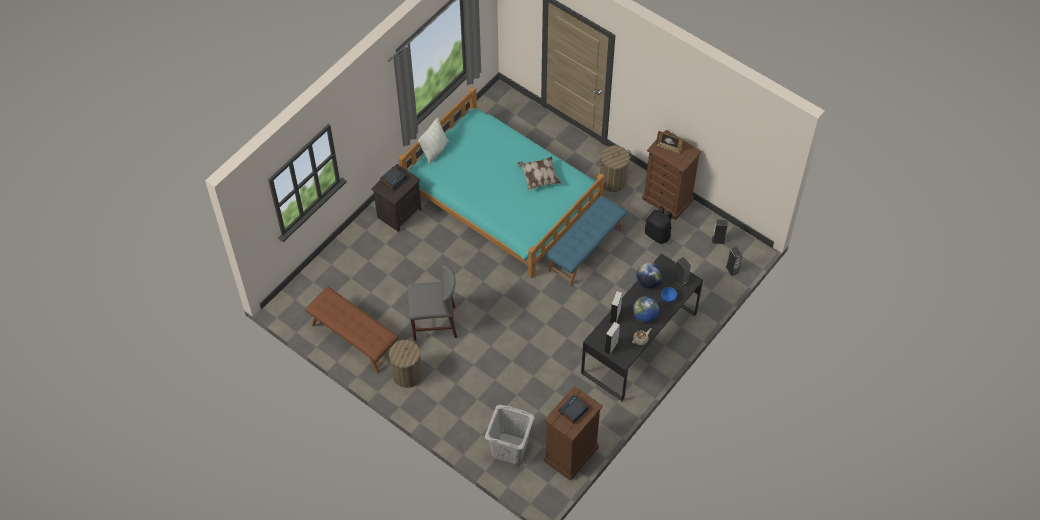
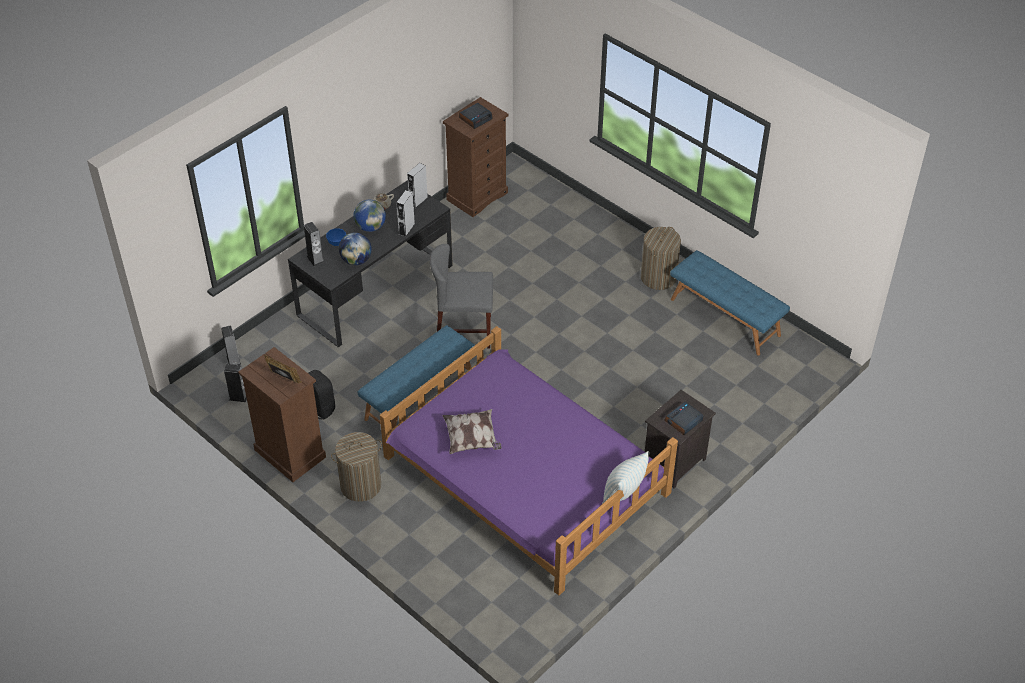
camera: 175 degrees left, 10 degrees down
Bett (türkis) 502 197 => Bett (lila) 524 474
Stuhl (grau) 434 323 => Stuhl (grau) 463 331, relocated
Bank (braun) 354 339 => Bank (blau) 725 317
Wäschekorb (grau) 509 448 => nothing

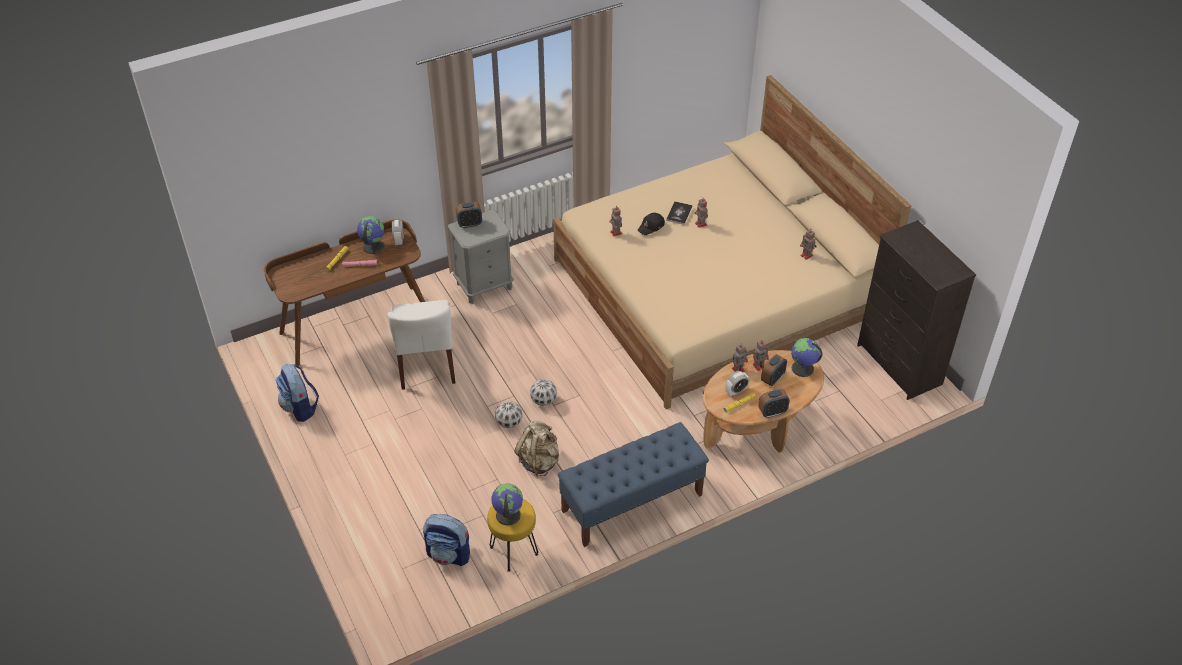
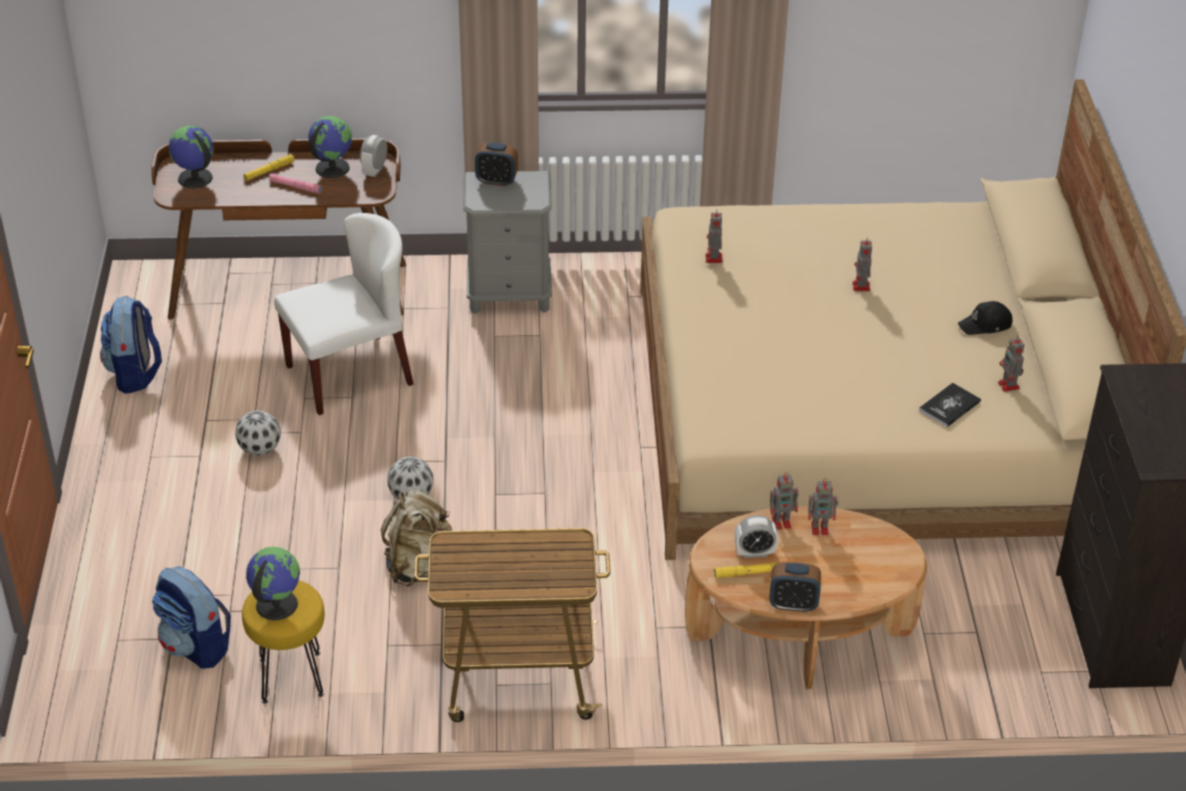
camera: 25 degrees right, 5 degrees down
Buch 679 213 => Buch 949 406, relocated
Kappe (schwarz) 651 227 => Kappe (schwarz) 985 325, relocated
Stuhl (weiß) 426 364 => Stuhl (weiß) 350 374, 135 degrees counterclockwise
Globus 802 369 => Globus 194 178, relocated
Wecker 772 379 => nothing
Fußball 544 401 => Fußball 260 450, relocated
Bank (blau) 631 503 => Rollwagen 516 676

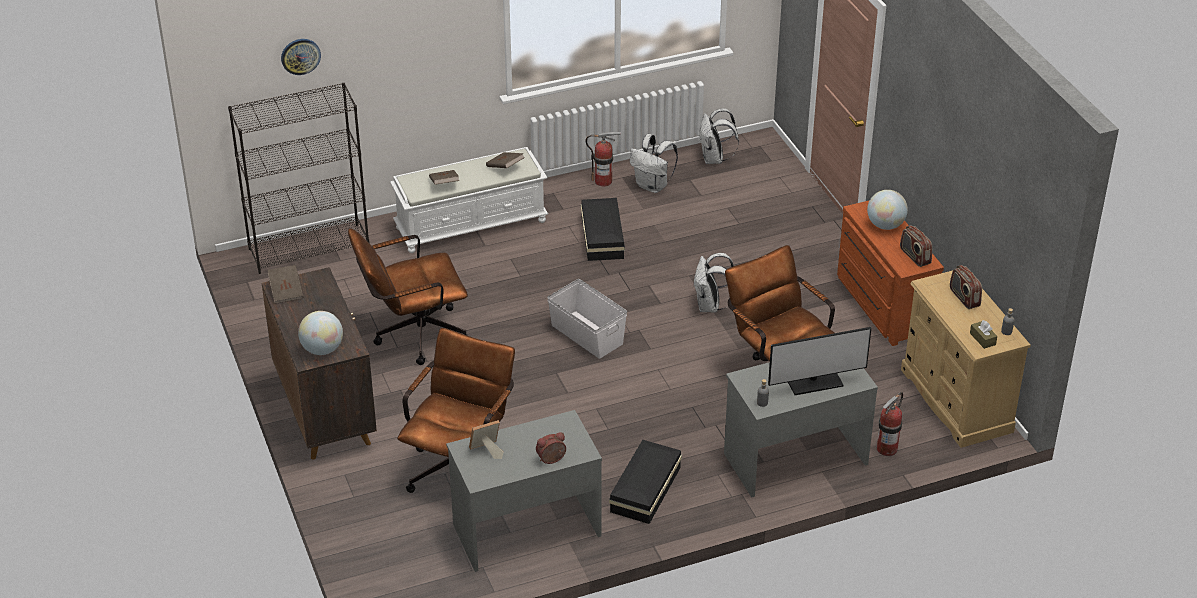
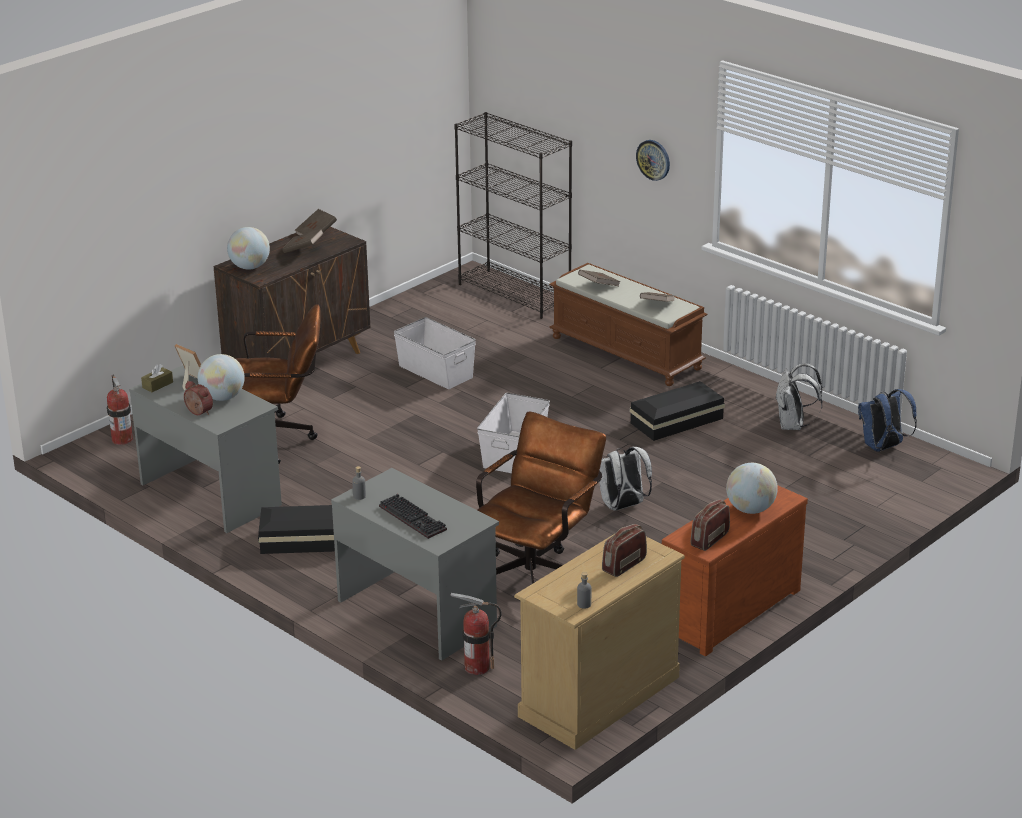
camera: 65 degrees right, 10 degrees down
Wanduhr 300 56 => Wanduhr 653 159, relocated
Rucksack (weiß) 714 159 => Rucksack (blau) 883 447
Feuerlöscher 603 181 => Feuerlöscher 122 439, relocated
Bank (weiß) 471 224 => Bank (braun) 627 353
Bürostuhl (braun) 412 335 => Aufbewahrungsbox (weiß) 435 371
Taschentuchbox (braun) 982 339 => Taschentuchbox (braun) 157 385, relocated
Monitor 815 383 => Tastatur 414 518
nothing => Buch (braun) 303 249
nothing => Globus 223 397

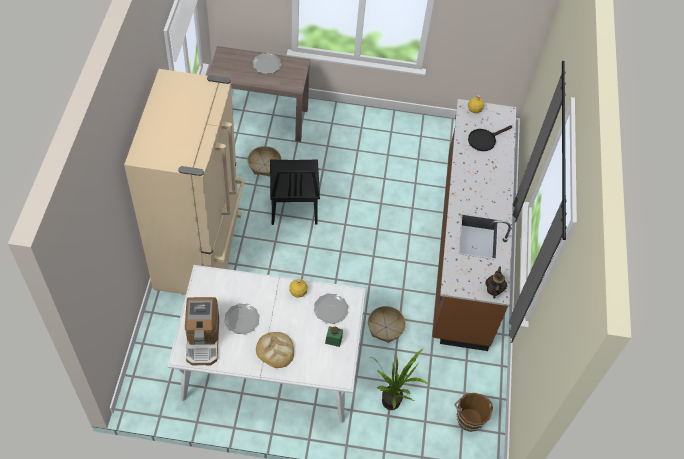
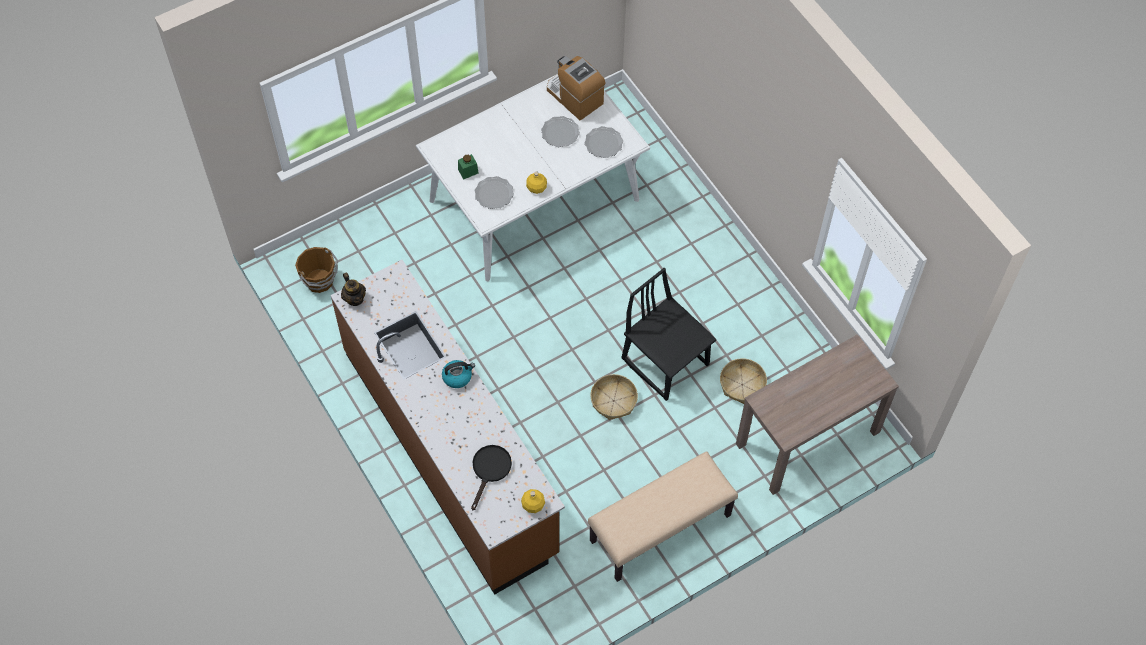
camera: 145 degrees right, 5 degrees up
Teller 266 64 => Teller 604 143, relocated
Kühlschrank (beige) 201 251 => nothing
Korb 385 327 => Korb 613 400, relocated
Brot 275 350 => nothing
Topfpflanze 392 406 => nothing
nothing => Wasserkessel 457 377
nothing => Bank (beige) 660 529

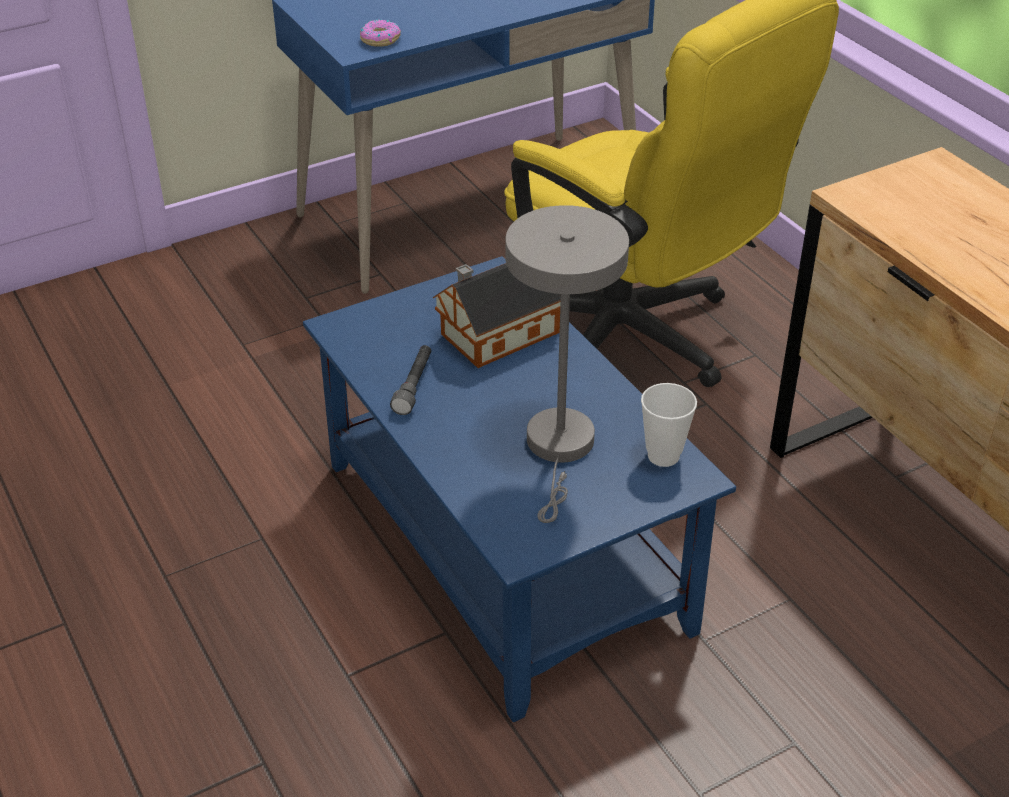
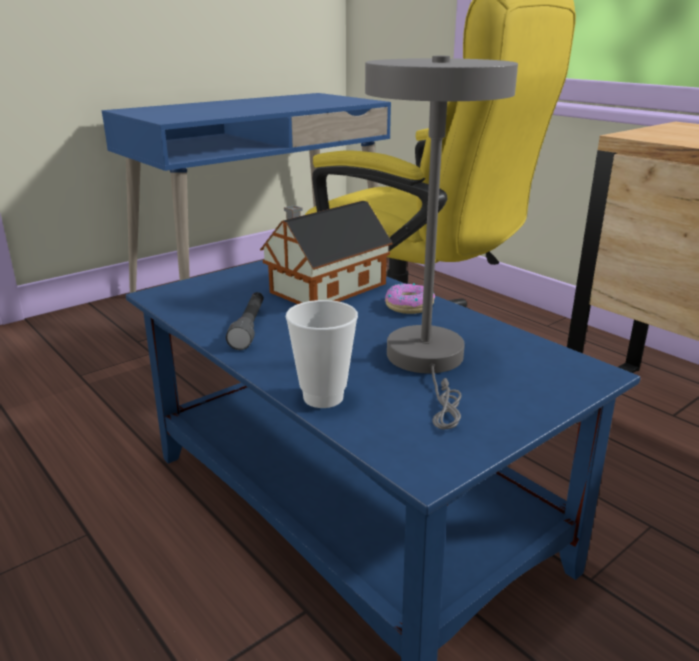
camera: 10 degrees left, 15 degrees down
Donut 380 39 => Donut 409 306, relocated
Tasse 663 456 => Tasse 323 397, relocated

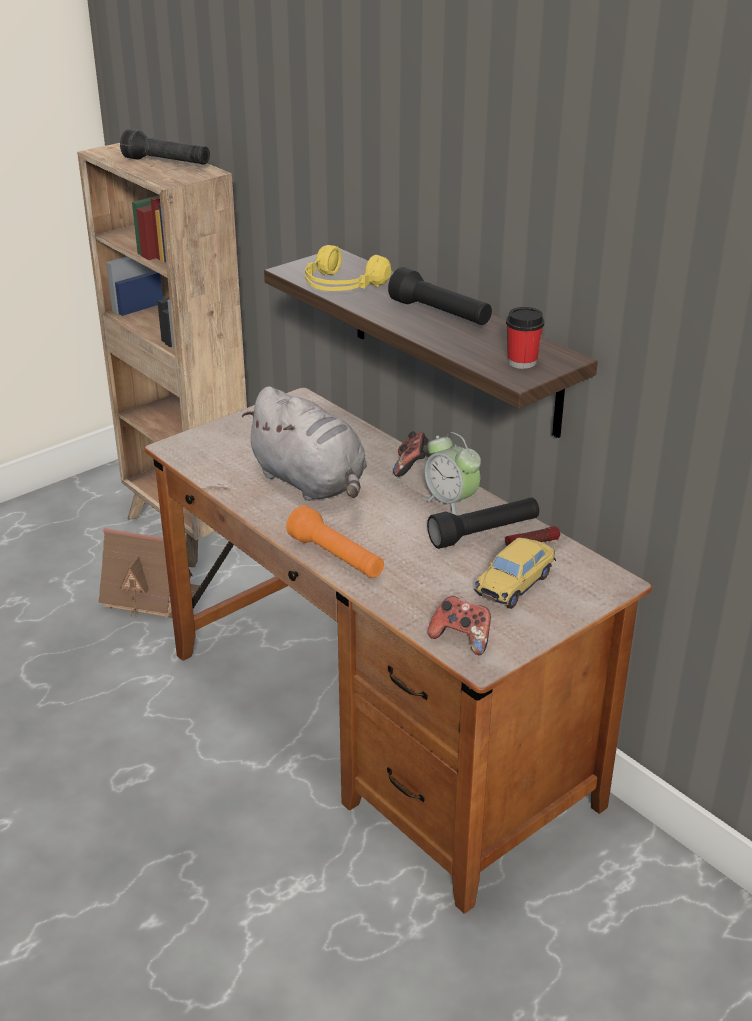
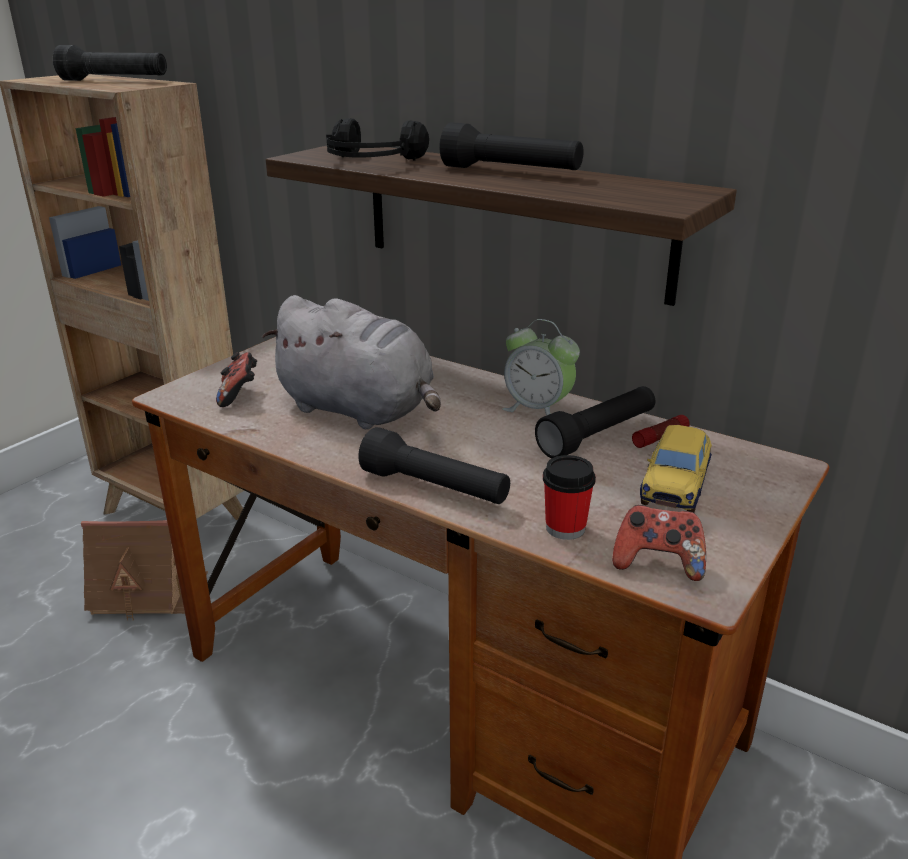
camera: 15 degrees left, 5 degrees down
Kopfhörer (gelb) 341 286 => Kopfhörer (schwarz) 371 162
Tasse 522 362 => Tasse 565 528, relocated
Gamepad 411 466 => Gamepad 239 395, relocated
Taschenlampe (orange) 336 558 => Taschenlampe (schwarz) 435 488

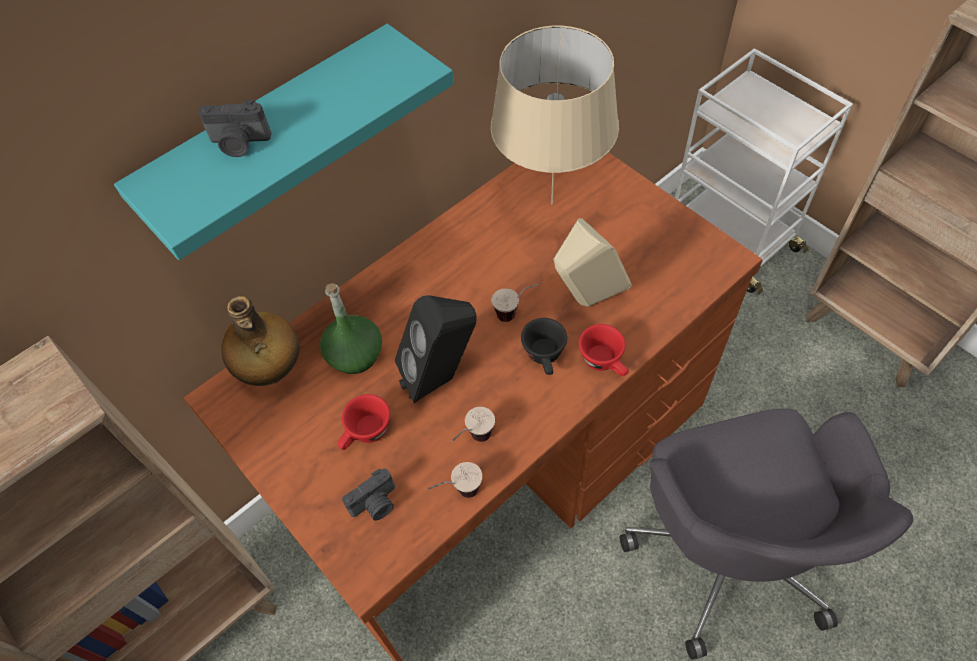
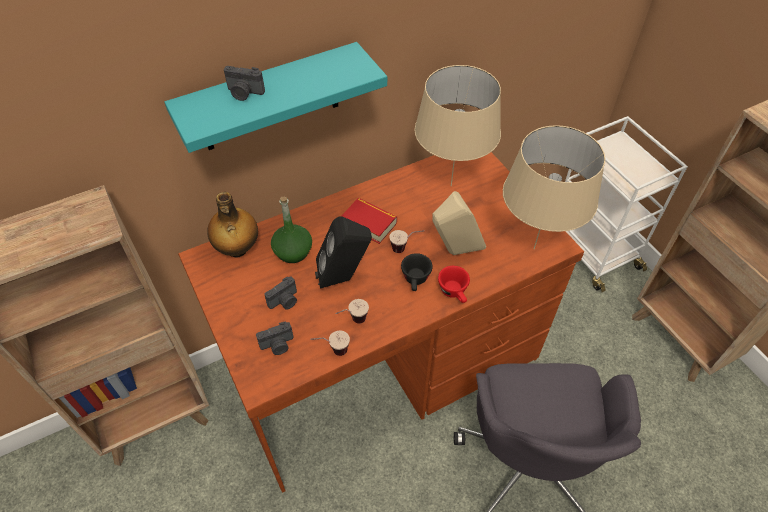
camera: 10 degrees right, 5 degrees down
Tasse (rot) 366 434 => Kamera 285 301
nothing => Tischlampe (beige) 534 249
nothing => Buch 369 223

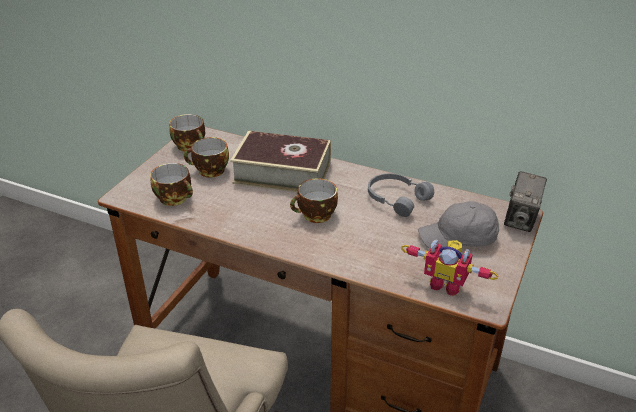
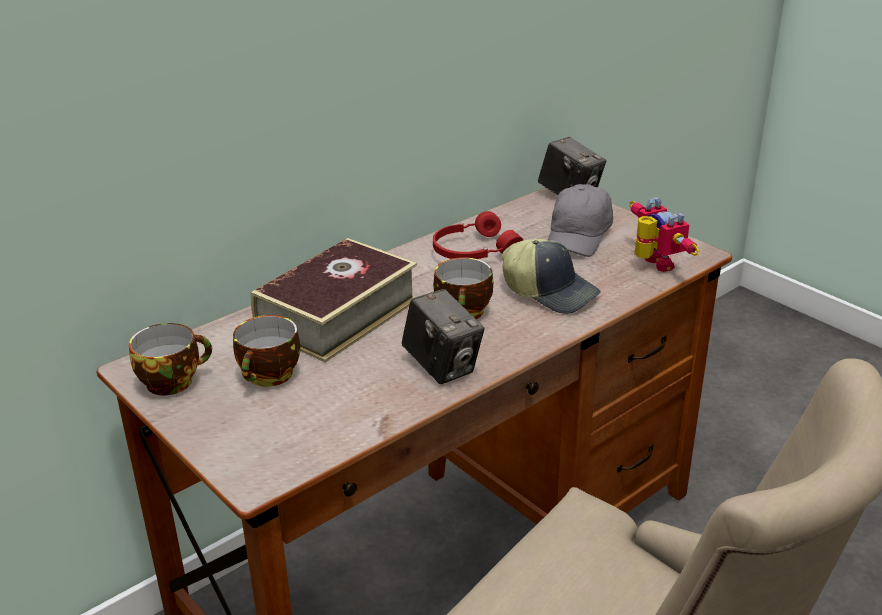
camera: 65 degrees left, 5 degrees down
Tasse 175 198 => nothing
Kopfhörer (grau) 396 198 => Kopfhörer (rot) 473 251
Spielzeugroboter 446 284 => Spielzeugroboter 652 265, 75 degrees counterclockwise
nothing => Kappe 550 292
nothing => Kamera 442 366

